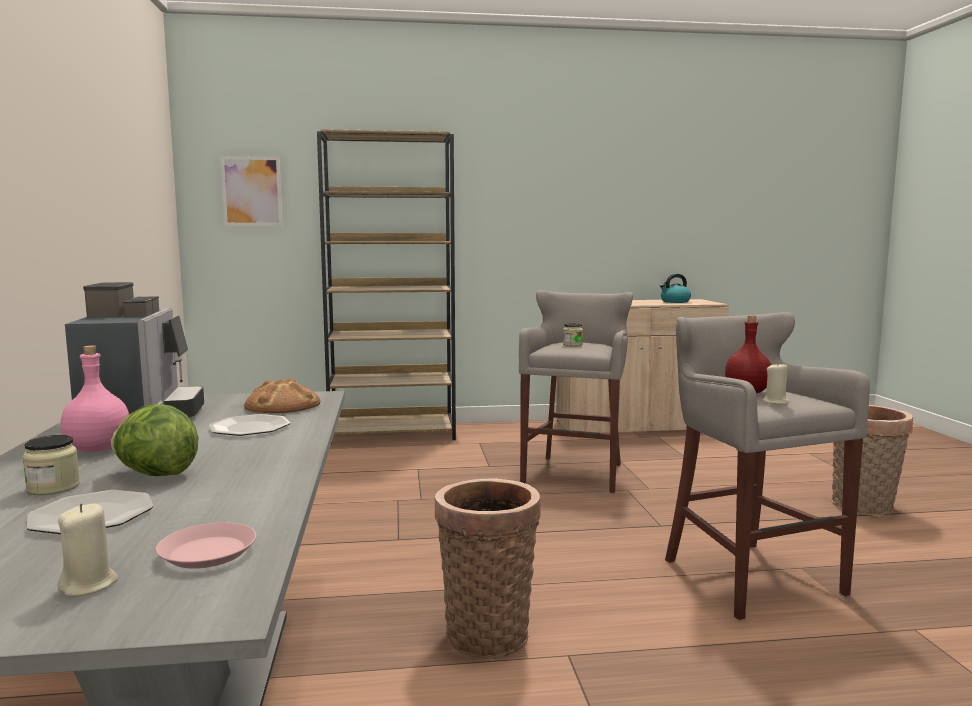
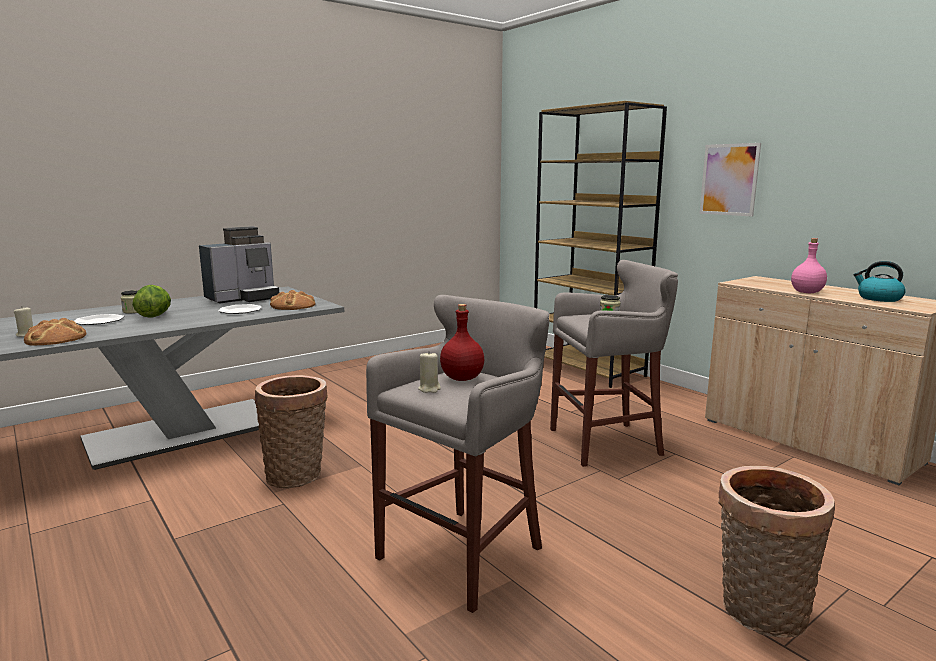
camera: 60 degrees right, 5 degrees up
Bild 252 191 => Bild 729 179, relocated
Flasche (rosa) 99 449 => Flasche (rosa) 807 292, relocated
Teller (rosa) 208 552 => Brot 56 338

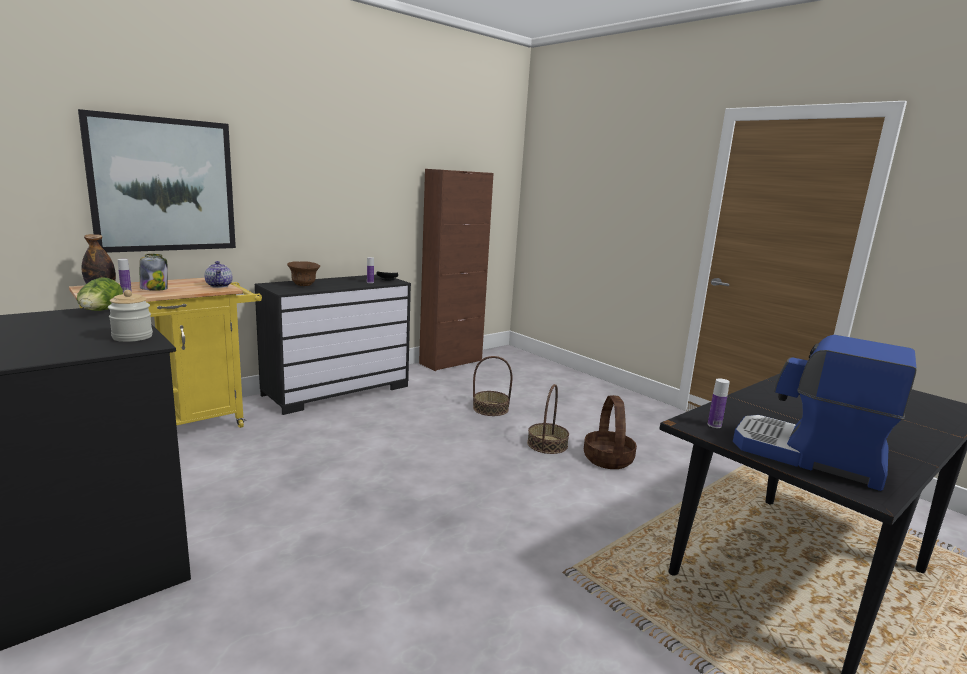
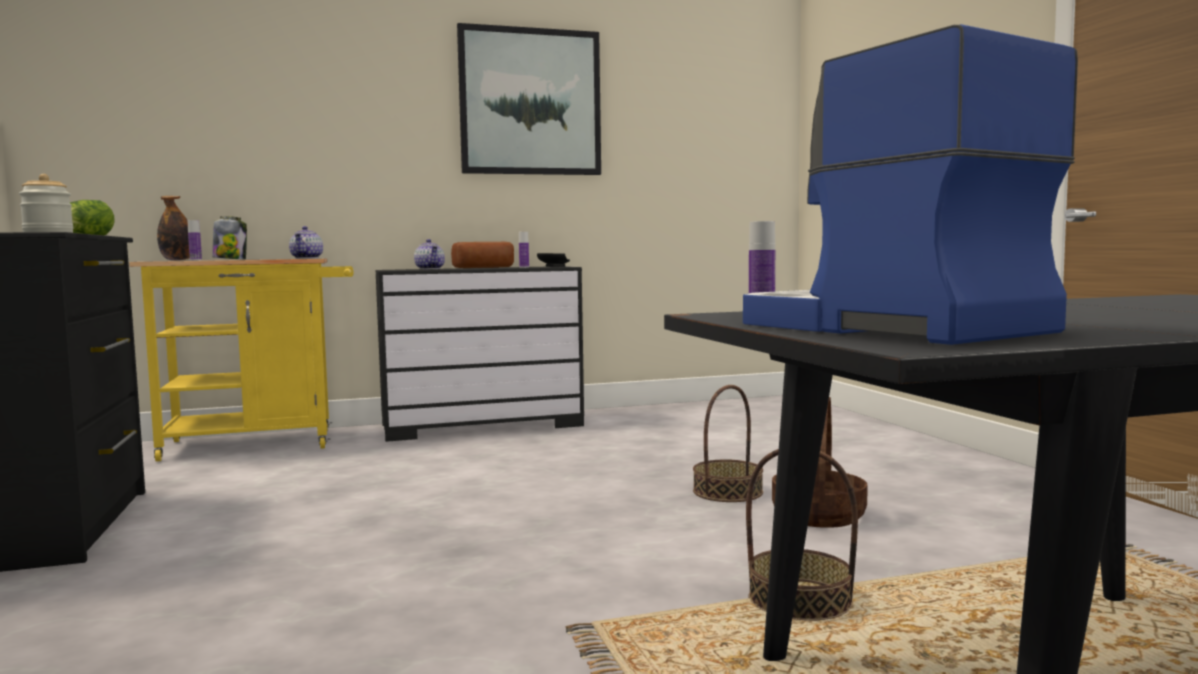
camera: 25 degrees right, 10 degrees down
Bild 163 185 => Bild 530 102, relocated
Schrank (braun) 451 362 => nothing
Schüssel (braun) 304 285 => Teekanne 430 269
Korb 490 409 => Korb 799 600, relocated
nothing => Brot 485 267

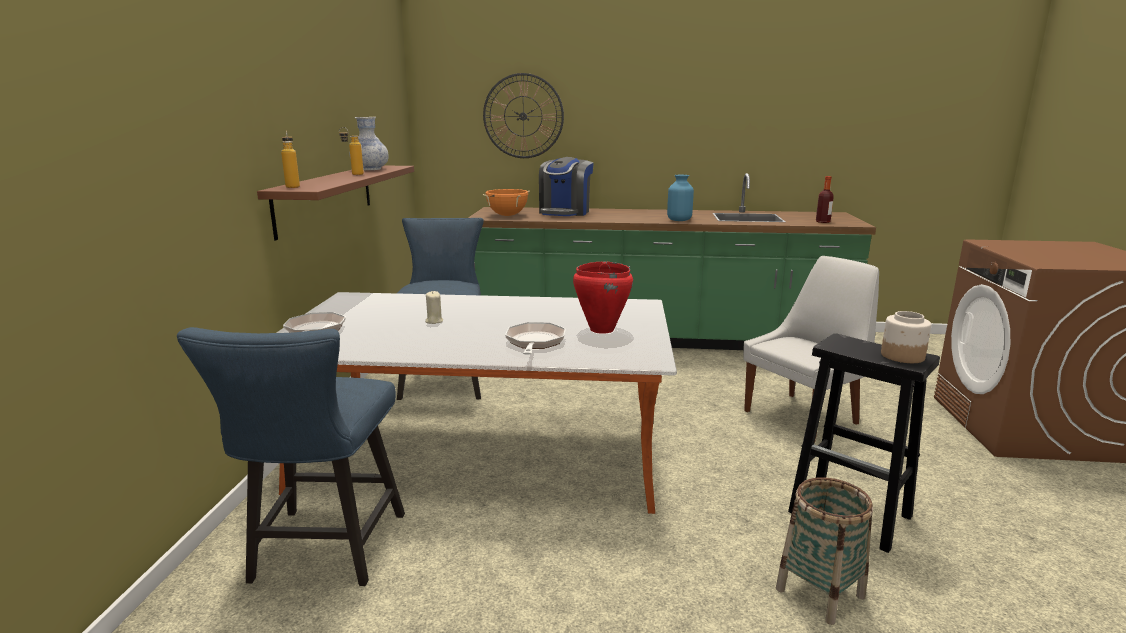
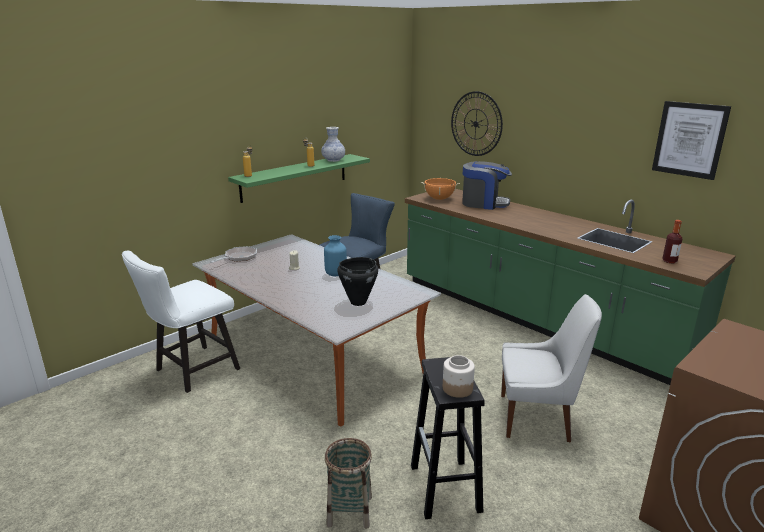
camera: 40 degrees right, 5 degrees up
Kaffeemaschine 565 212 => Kaffeemaschine 484 203, 135 degrees counterclockwise
Wandregal (braun) 326 198 => Wandregal (grün) 295 177
Vase (blau) 679 220 => Vase (blau) 335 274, relocated
Kochtopf (rot) 601 329 => Kochtopf (schwarz) 358 302
Pfanne 535 343 => nothing
Stuhl (blau) 323 554 => Stuhl (weiß) 192 371
nothing => Bild 689 139

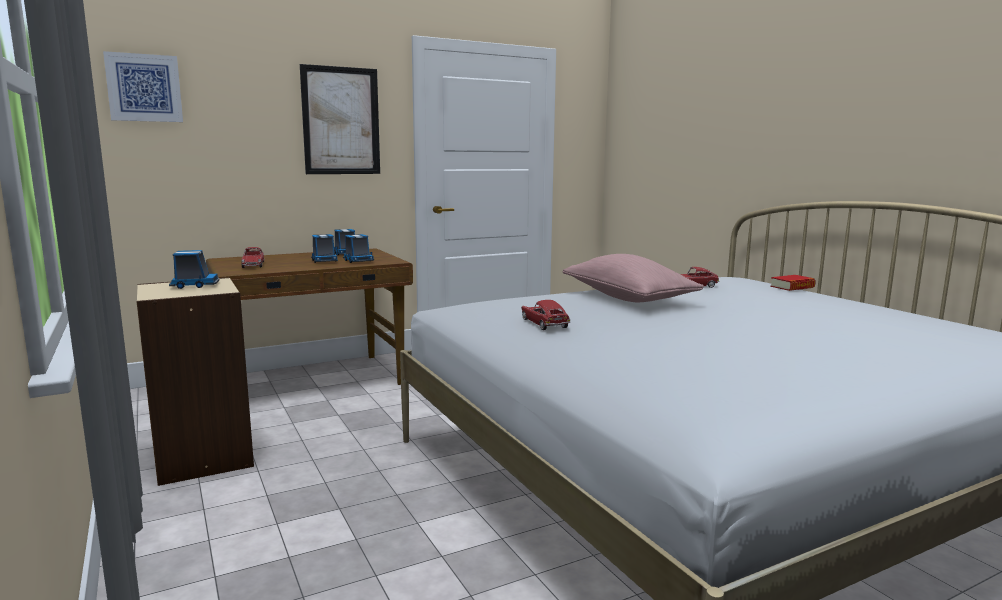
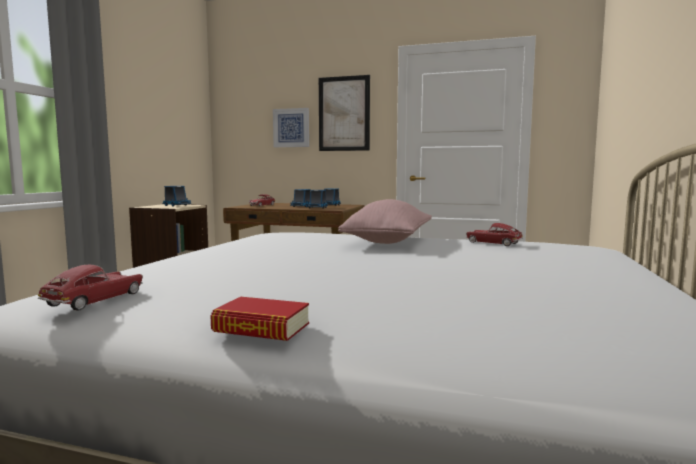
camera: 45 degrees right, 5 degrees down
Bild 144 88 => Bild 291 128, relocated
Buch 792 287 => Buch 261 328, relocated
Spielzeugauto 544 323 => Spielzeugauto 95 300, relocated

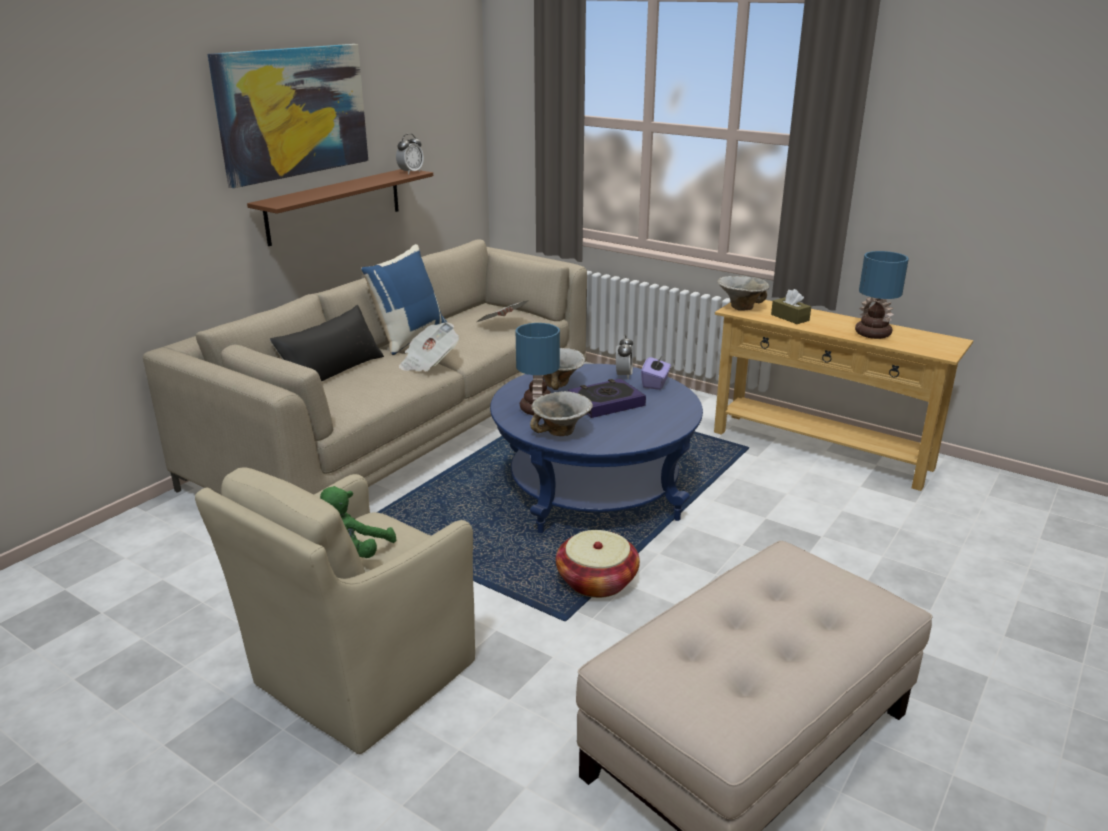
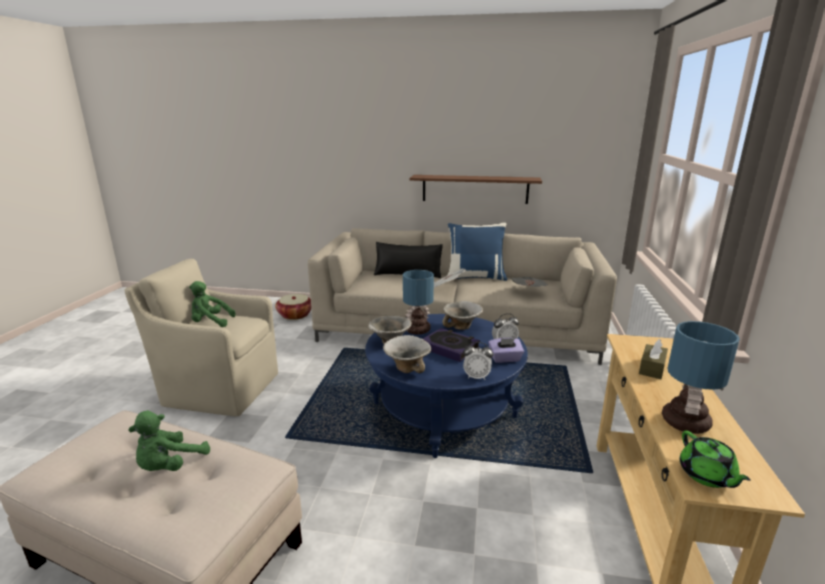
camera: 65 degrees right, 5 degrees down
Bild 293 112 => nothing
Wecker 410 172 => Wecker 476 377, relocated
Schüssel 741 307 => Schüssel 407 368, relocated
Korb 596 581 => Korb 295 315, relocated
nothing => Plüschtier (grün) 170 466
nothing => Teekanne (grün) 707 476

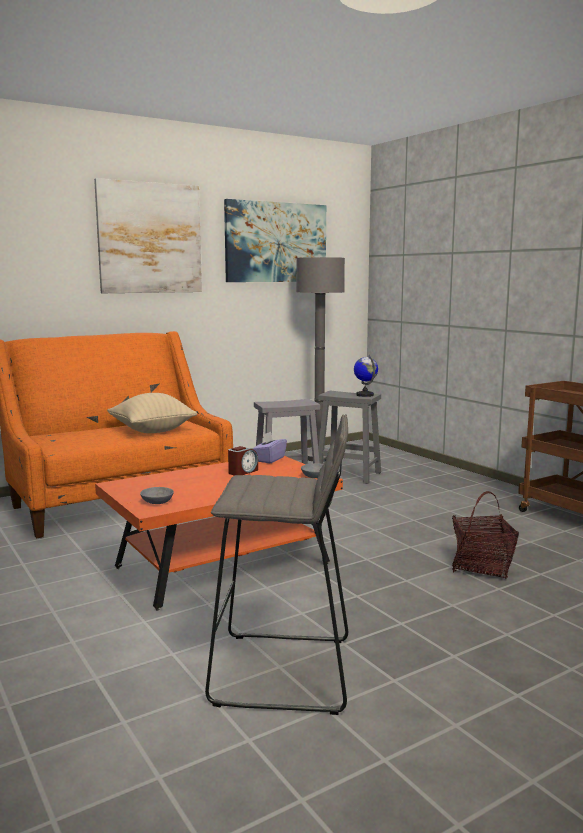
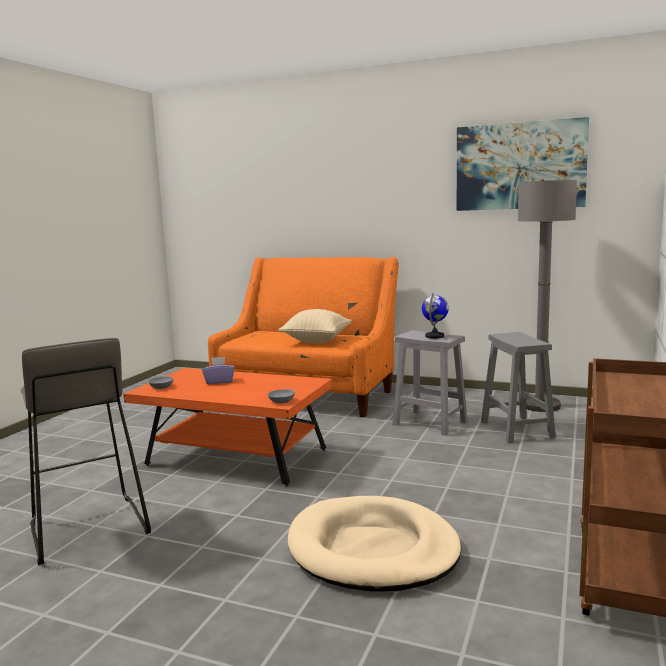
camera: 55 degrees right, 0 degrees up
Bild 149 238 => nothing
Globus 365 395 => Globus 435 336, relocated
Taschentuchbox (lila) 269 459 => Taschentuchbox (lila) 219 381, relocated
Wecker 242 472 => nothing
Korb 482 566 => Hundebett (beige) 372 549

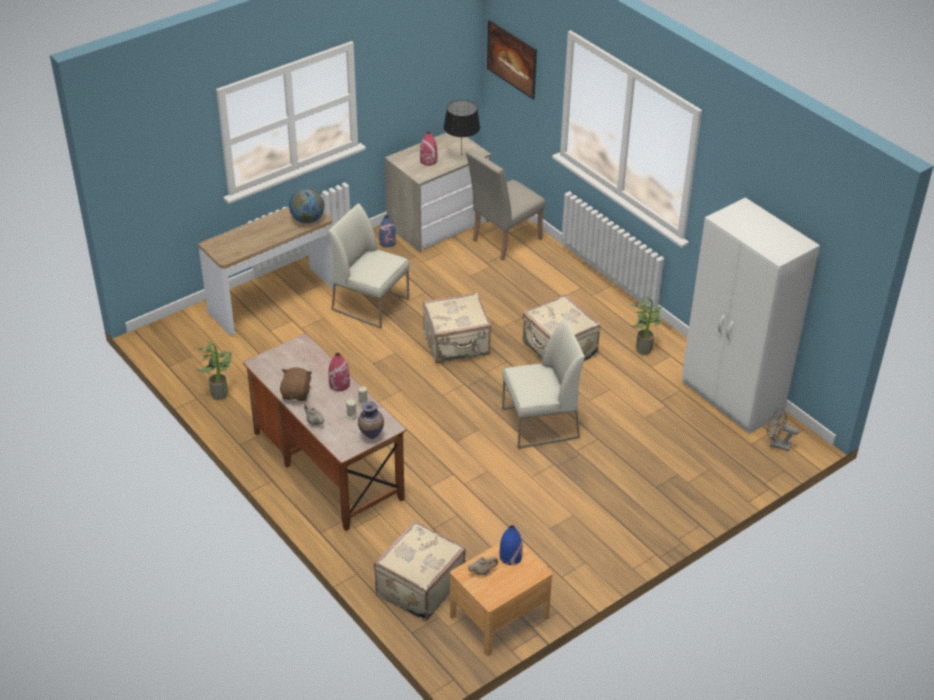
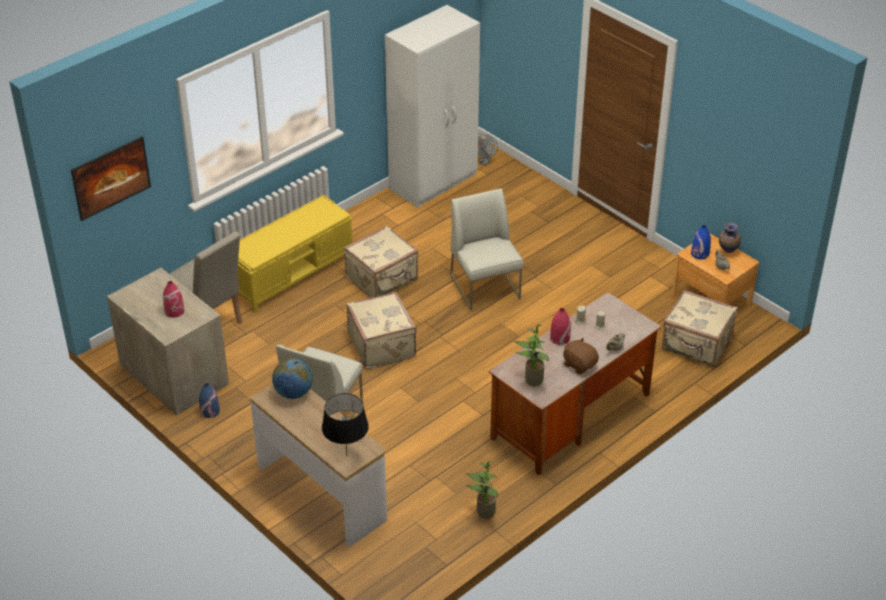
camera: 95 degrees left, 0 degrees up
Tischlampe (schwarz) 461 155 => Tischlampe (schwarz) 346 456, relocated
Topfpflanze 643 348 => Topfpflanze 531 380, relocated
Plüschtier (braun) 296 393 => Plüschtier (braun) 579 364, 45 degrees clockwise
Vase 371 436 => Vase 727 252, relocated
nothing => Bank (gelb) 292 274

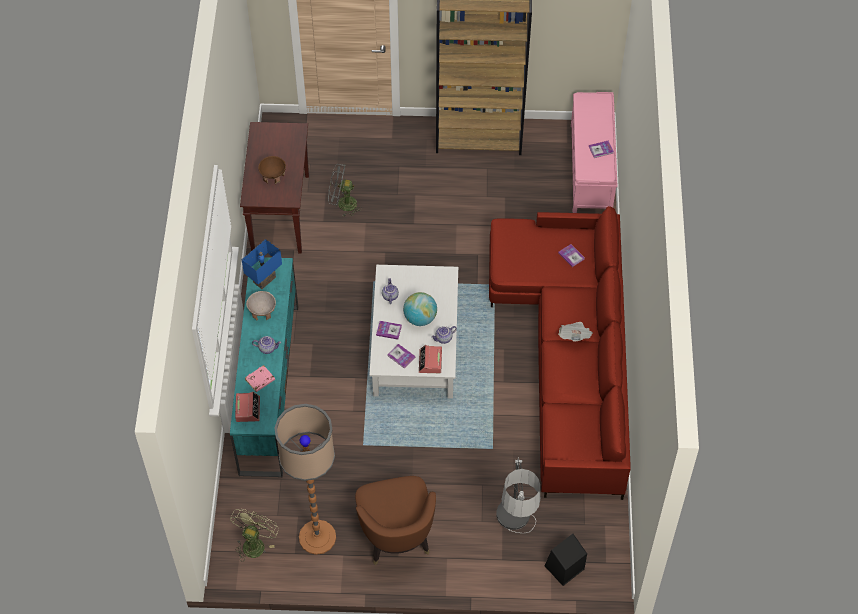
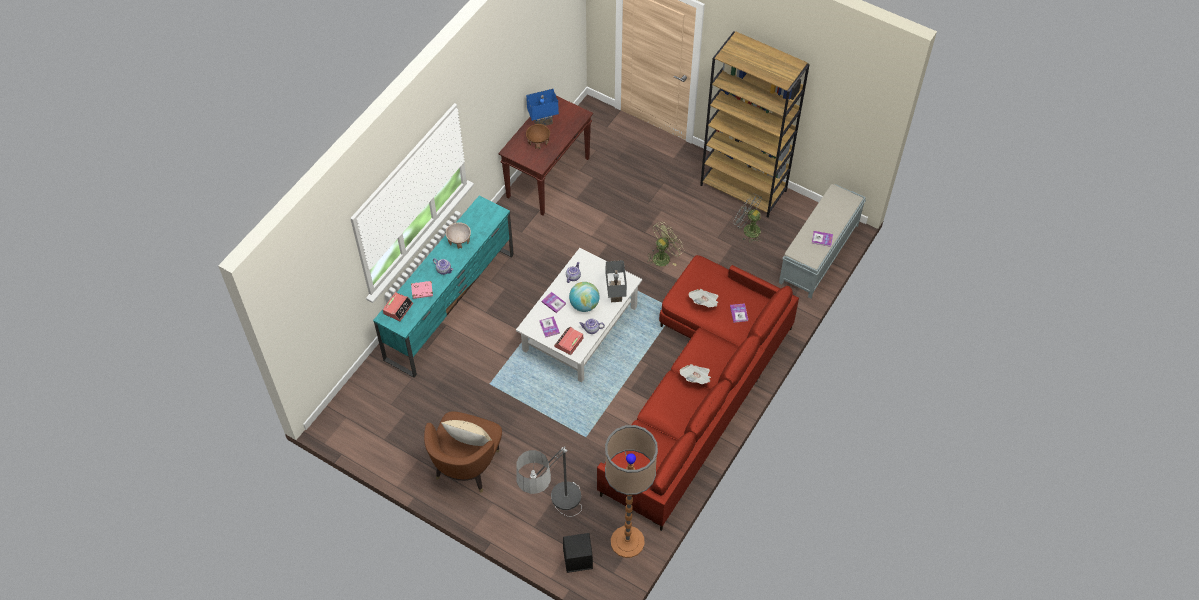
camera: 30 degrees right, 0 degrees up
Bank (rosa) 591 169 => Bank (grau) 818 254
Ventilator (grau) 342 204 => Ventilator (grau) 748 229, relocated
Tischlampe (blau) 265 280 => Tischlampe (blau) 543 122, relocated
Stehlampe 317 537 => Stehlampe 627 542, relocated
Ventilator (grün) 254 543 => Ventilator (grün) 663 256, relocated
nothing => Tischlampe (grau) 616 294
nothing => Zeitung 704 302
nothing => Kissen (beige) 469 443

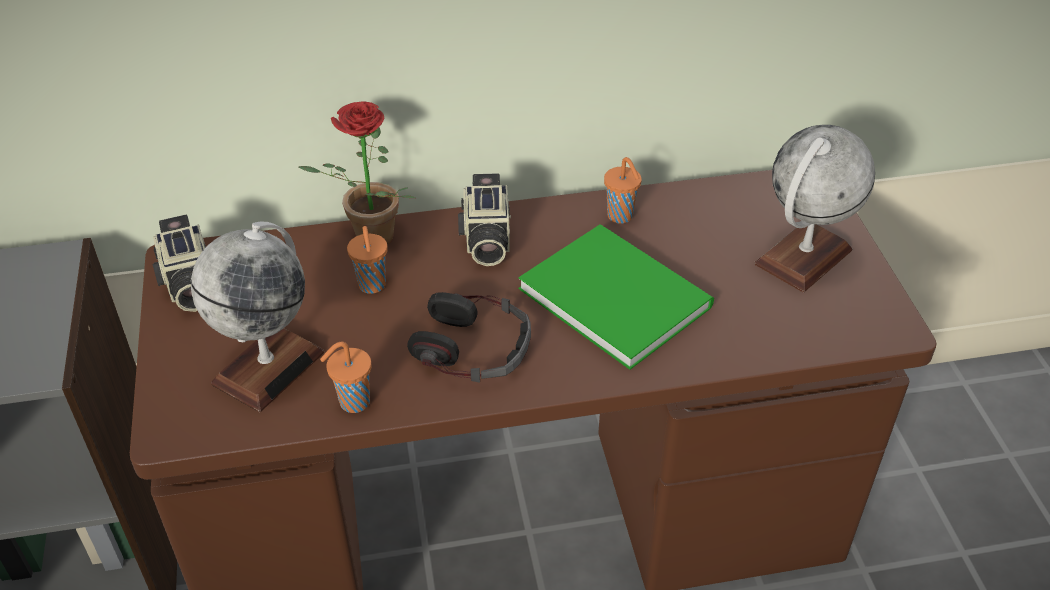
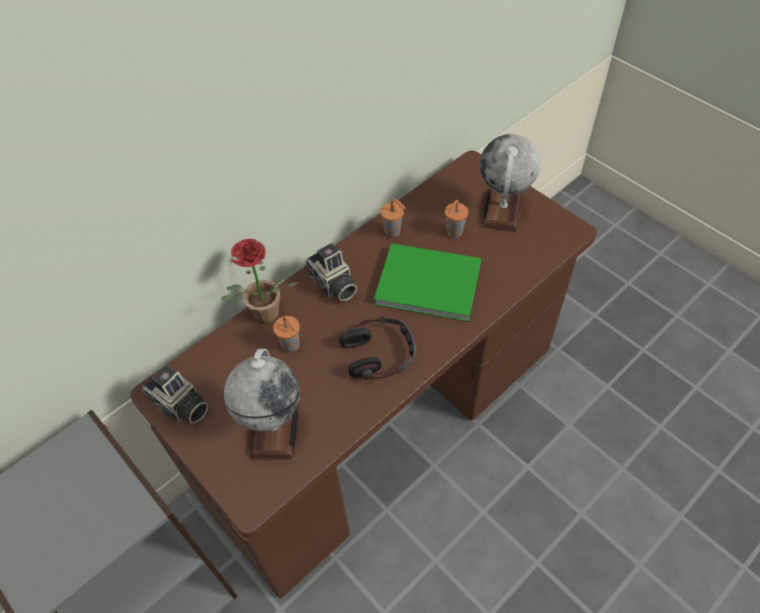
camera: 30 degrees left, 10 degrees up
Tasse (orange) 352 403 => Tasse (orange) 454 233, relocated

